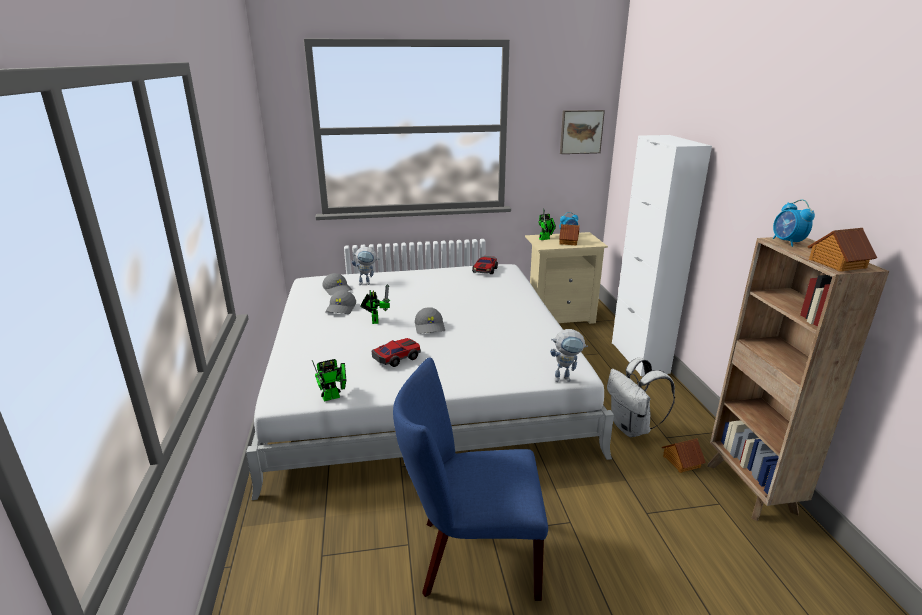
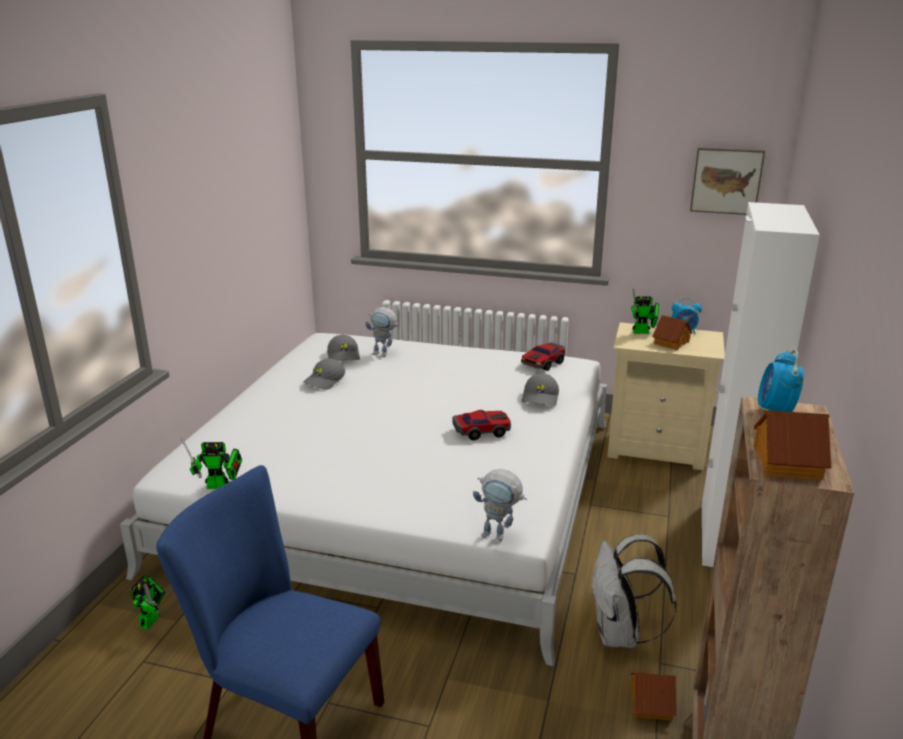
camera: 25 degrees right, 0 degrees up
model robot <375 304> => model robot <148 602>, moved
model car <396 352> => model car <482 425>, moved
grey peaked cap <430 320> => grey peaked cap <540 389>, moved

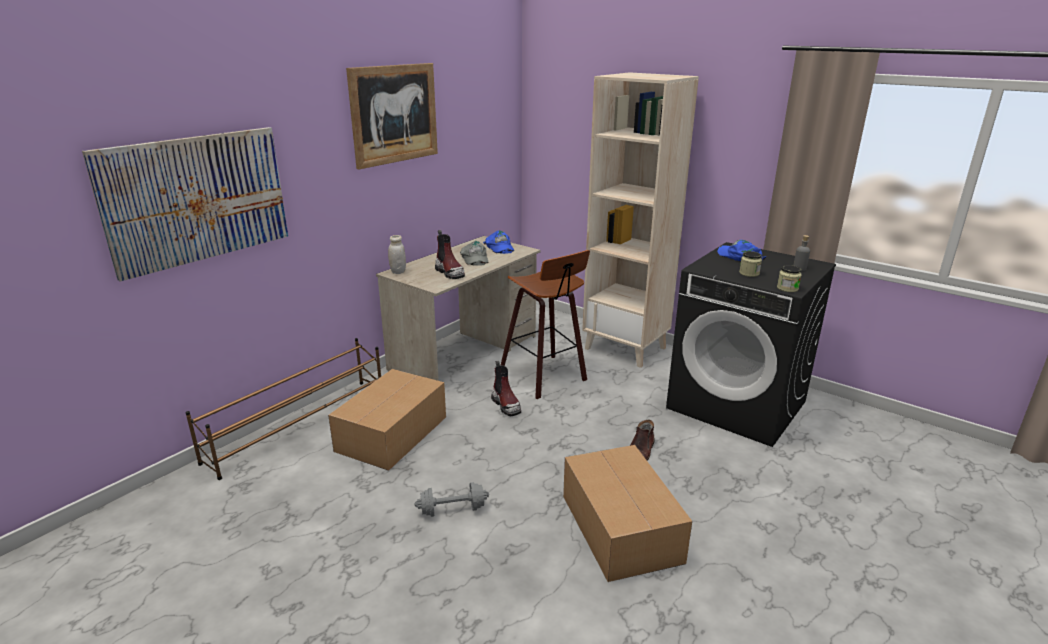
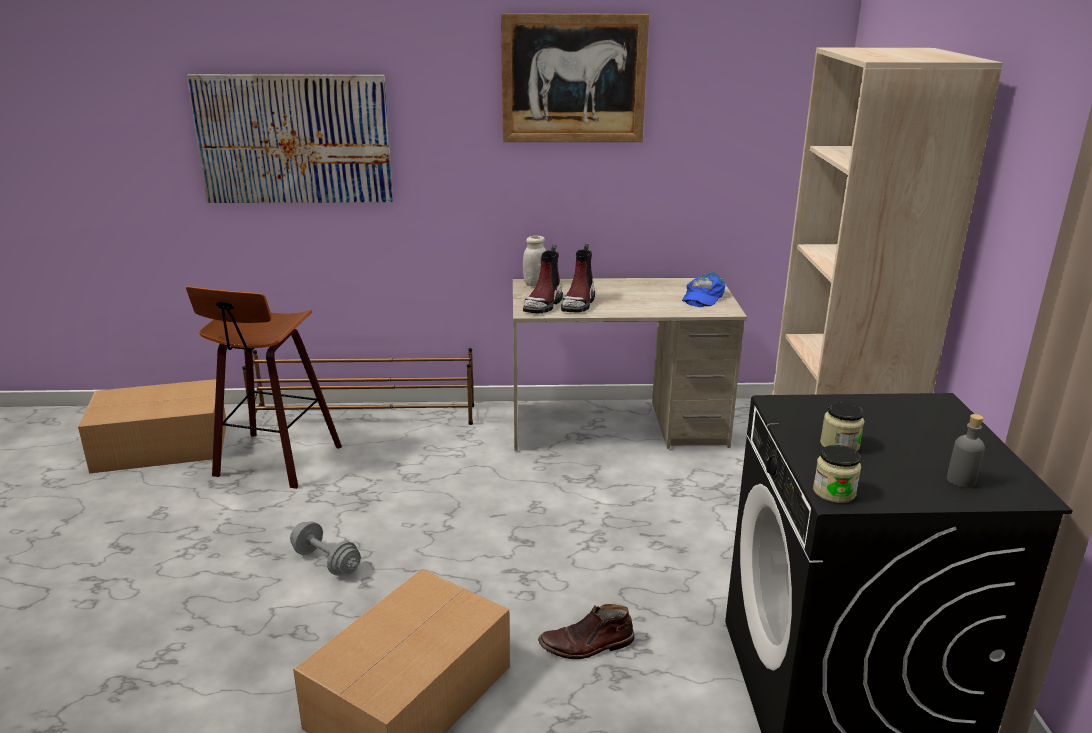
camera: 50 degrees right, 0 degrees up
cardboard box <387 420> => cardboard box <152 426>, moved
grey peaked cap <474 253> => nothing
boot <506 388> => boot <543 278>, moved
stool seat <545 324> => stool seat <264 387>, moved
bluish peaked cap <741 250> => nothing

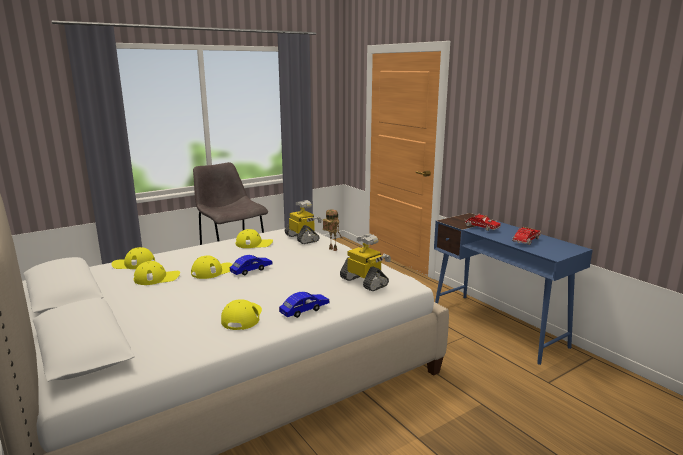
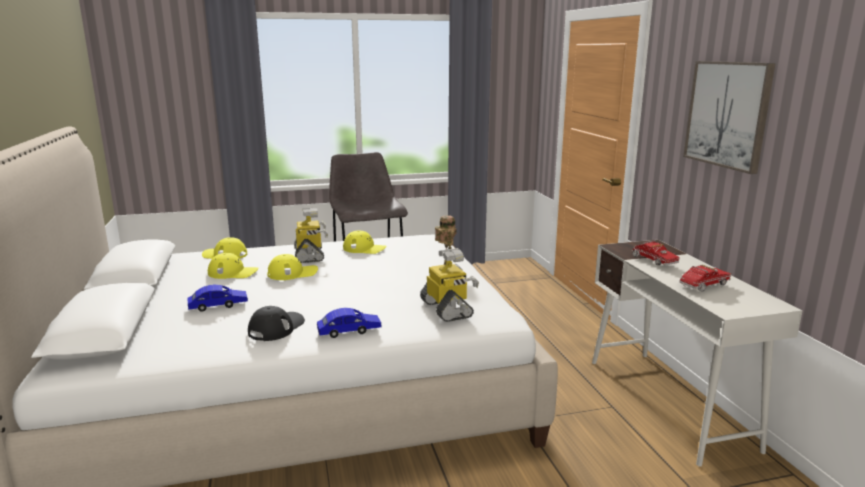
camera: 20 degrees right, 0 degrees up
yellow peaked cap <241 314> => blackish peaked cap <276 323>
bluish model car <251 265> => bluish model car <218 298>, moved
model robot <303 222> => model robot <311 235>, moved
bluish desk <513 289> => white desk <697 353>
nothing => wall picture <729 117>

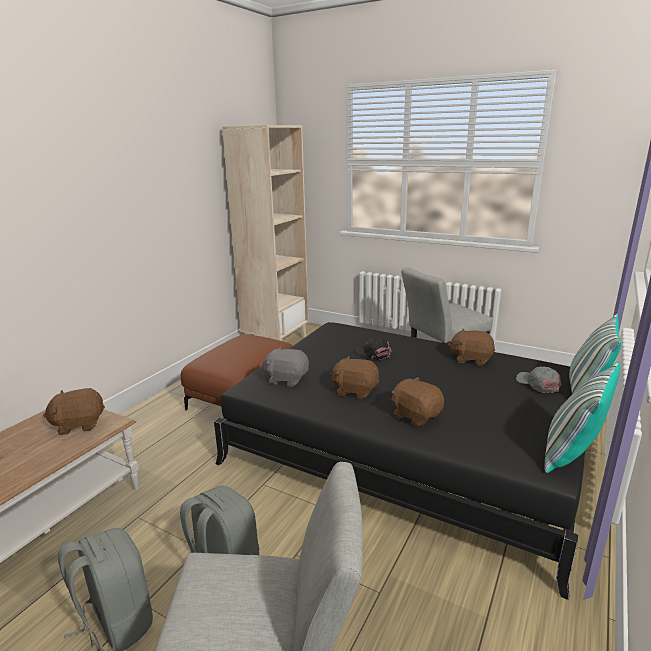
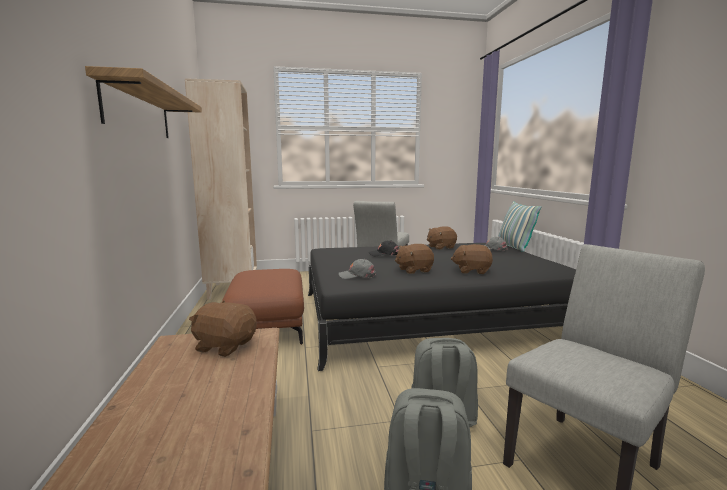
camera: 40 degrees left, 10 degrees down
brown plush toy <74 411> => brown plush toy <223 329>, 75 degrees clockwise
grey plush toy <285 367> => grey peaked cap <357 269>
throw pillow <583 417> => nothing
nothing => wall shelf <143 102>

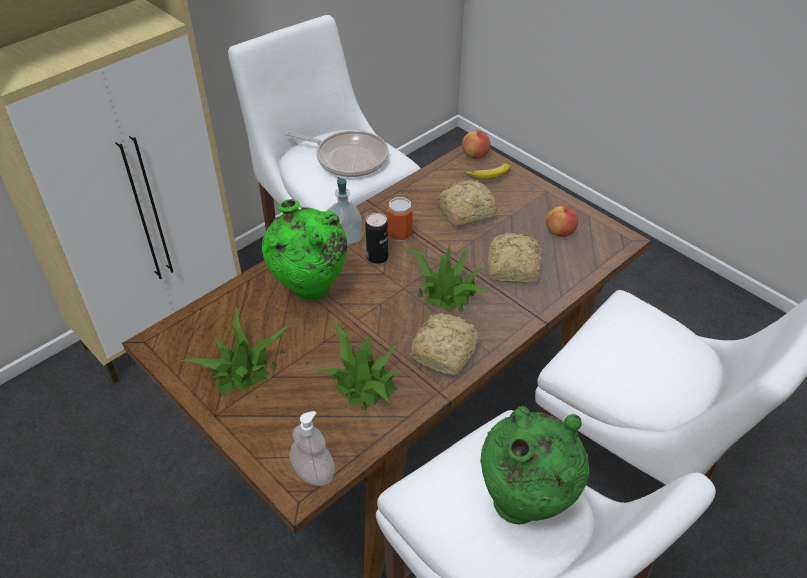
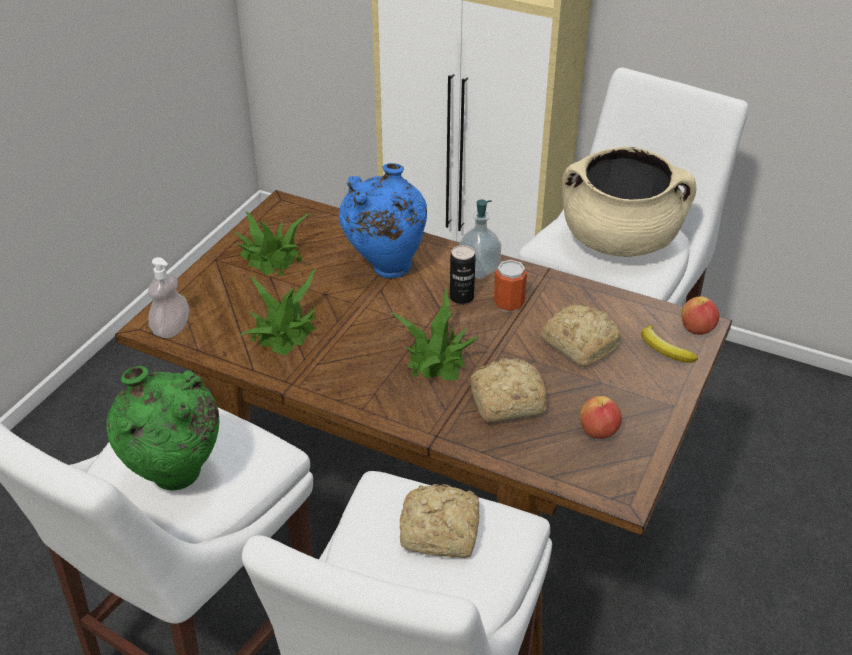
camera: 70 degrees right, 5 degrees down
greenish vase <304 250> => bluish vase <383 220>
skillet <337 153> => beige stockpot <629 202>
bread <445 344> => bread <439 521>, moved

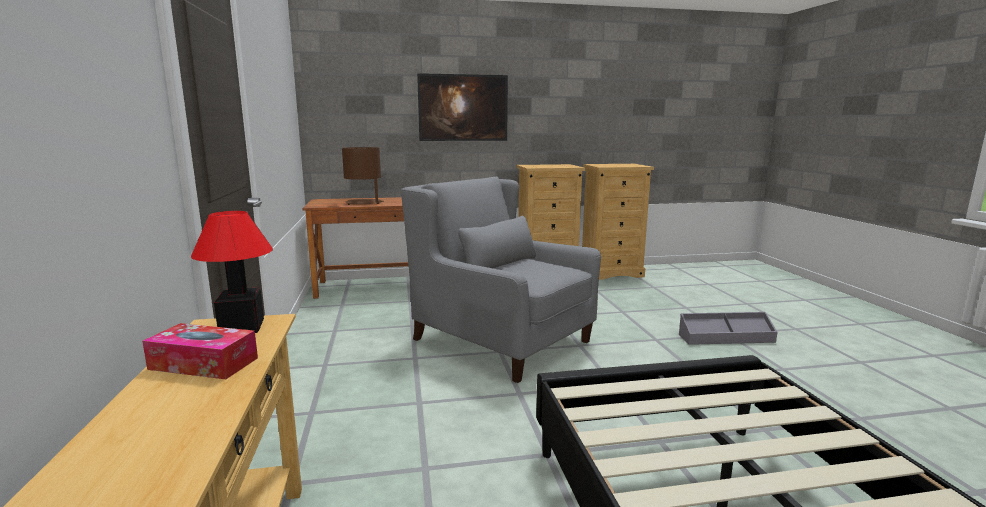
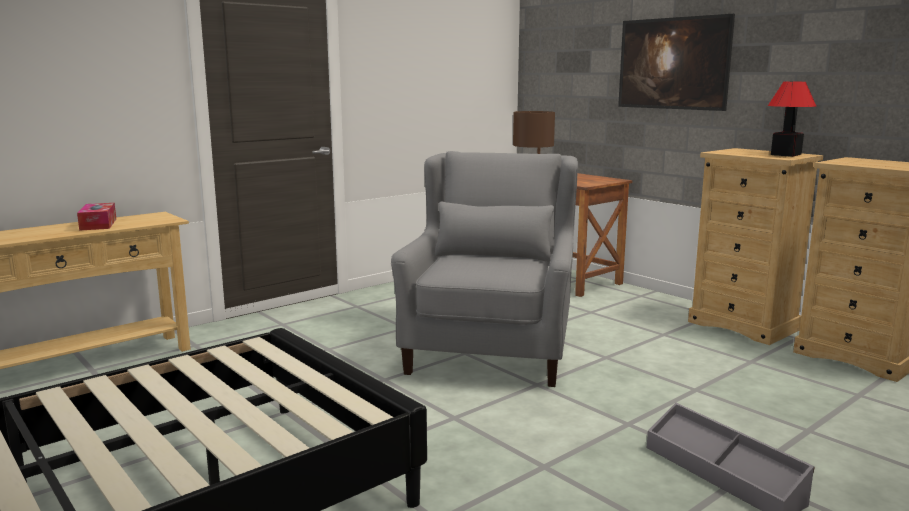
camera: 60 degrees right, 0 degrees up
tabletop lamp <232 272> => tabletop lamp <792 119>, moved

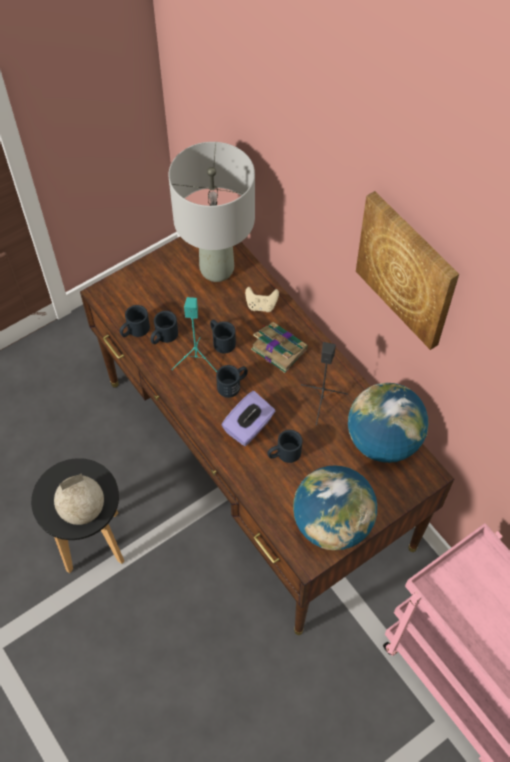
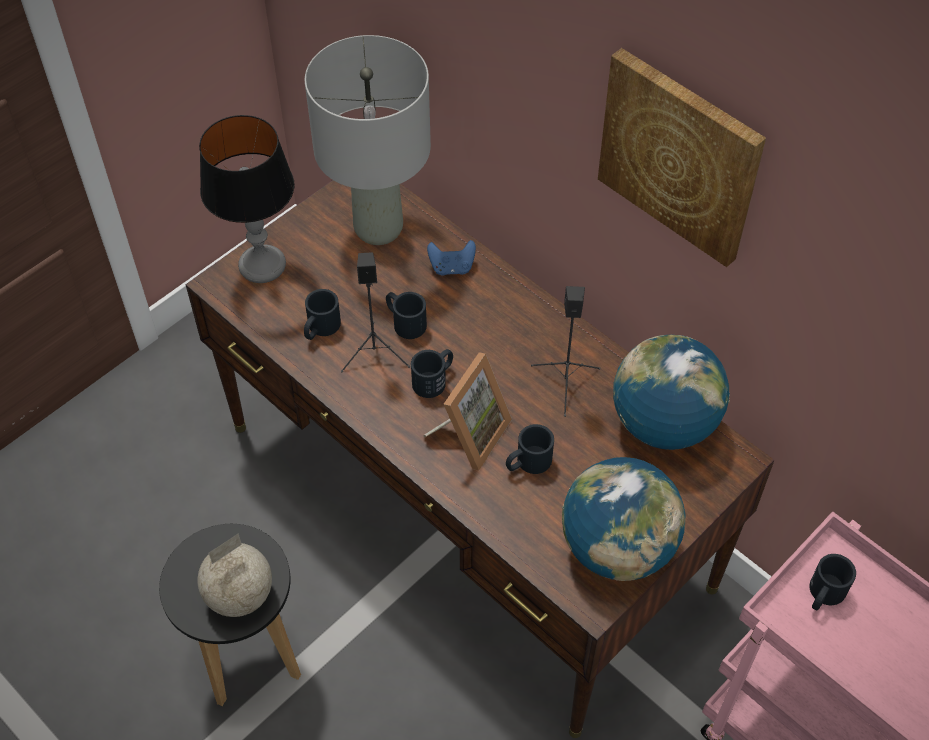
camera: 10 degrees left, 5 degrees down
blackish tea mug <135 321> => blackish tea mug <832 582>, moved
turquoise-coloured speaker <194 334> => blackish speaker <375 312>
purple box of tissues <248 418> => photo frame <467 411>
beige gamepad <262 299> => bluish gamepad <451 258>
book <279 347> => nothing
nothing => tabletop lamp <247 199>

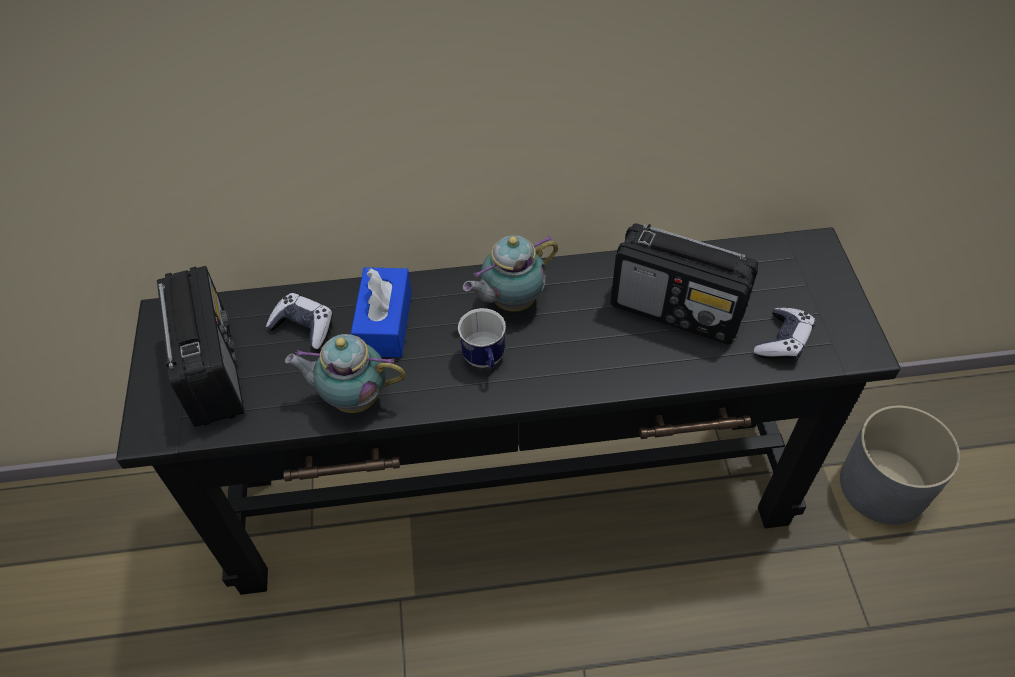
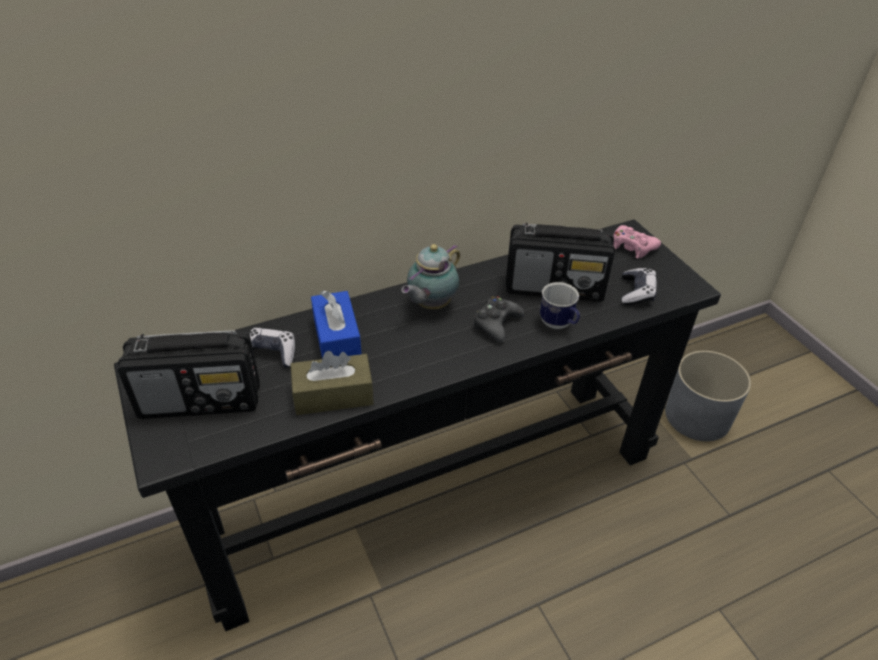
camera: 20 degrees left, 10 degrees down
radio <201 346> => radio <189 374>, 120 degrees clockwise
teapot <345 373> => brown box of tissues <332 383>
tea mug <482 338> => tea mug <560 305>, moved
nothing => blackish gamepad <498 319>
nothing => pink gamepad <637 242>

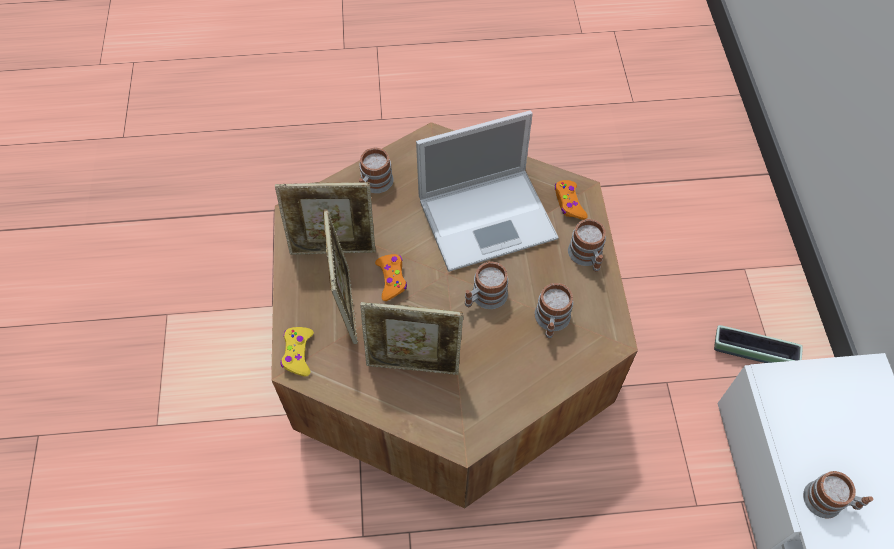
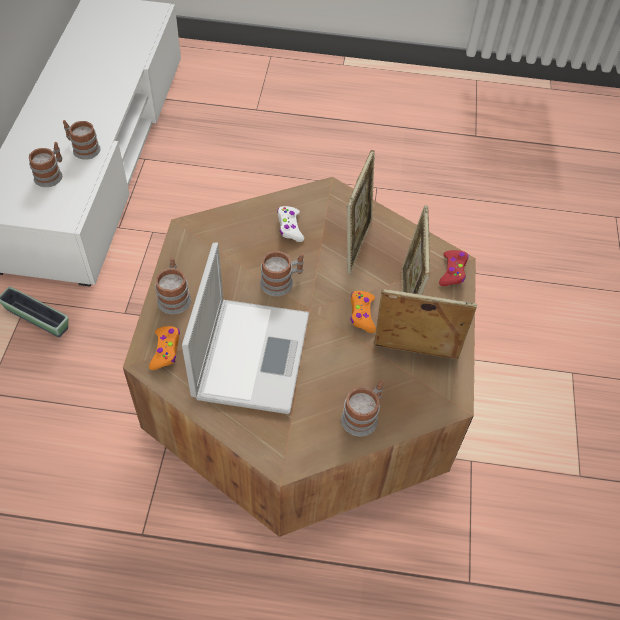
camera: 170 degrees left, 5 degrees down
yellow gamepad <297 352> => red gamepad <454 268>
photo frame <411 338> => photo frame <361 212>, 90 degrees clockwise
portable computer <487 191> => portable computer <245 328>, 105 degrees clockwise
tea mug <554 310> => tea mug <45 164>, moved
nothing => white gamepad <290 224>

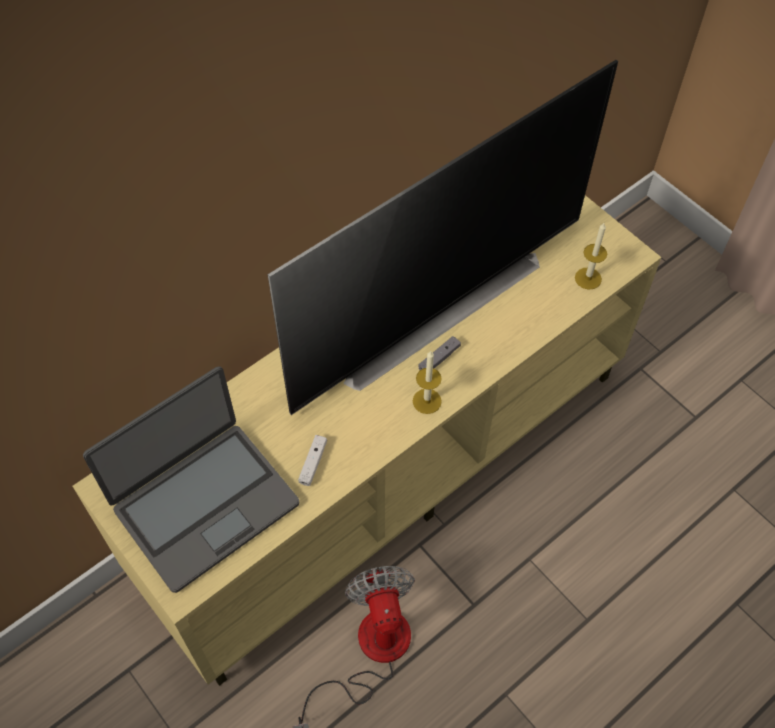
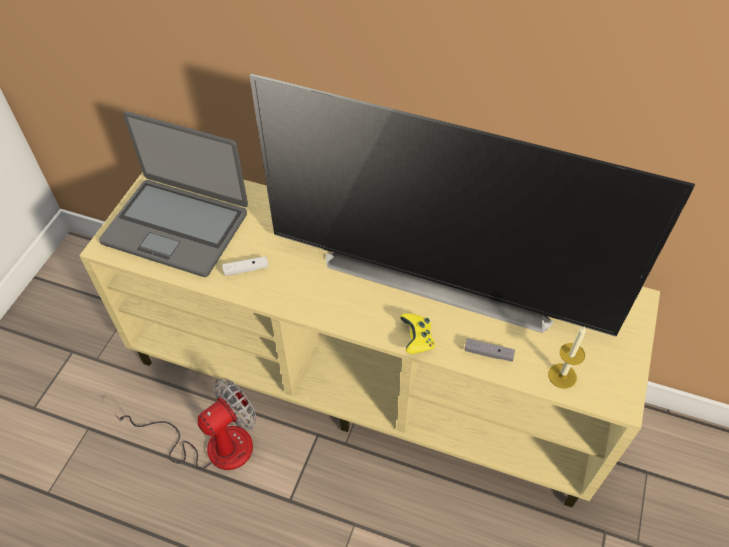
camera: 60 degrees right, 5 degrees down
candle <427 382> => nothing
grey gamepad <439 353> => grey gamepad <490 350>, moved
nothing => yellow gamepad <417 333>

